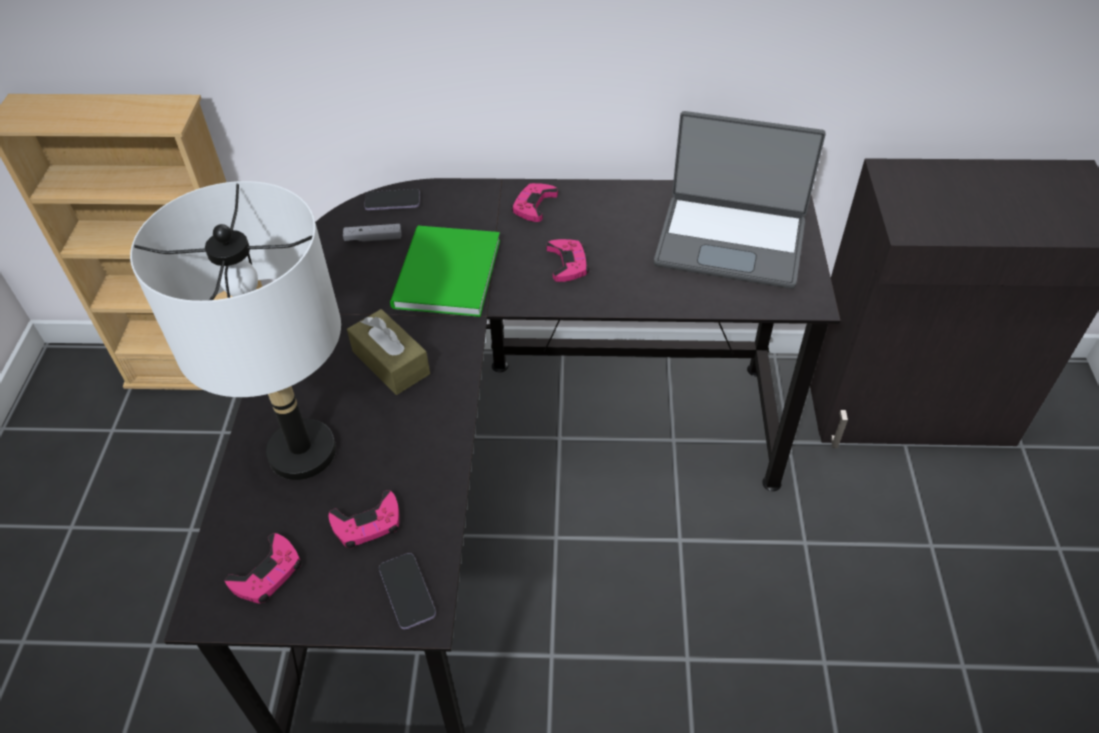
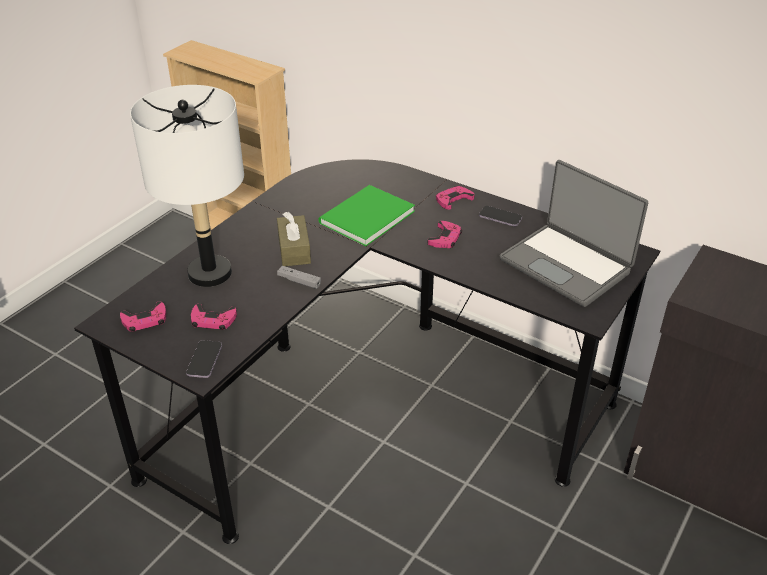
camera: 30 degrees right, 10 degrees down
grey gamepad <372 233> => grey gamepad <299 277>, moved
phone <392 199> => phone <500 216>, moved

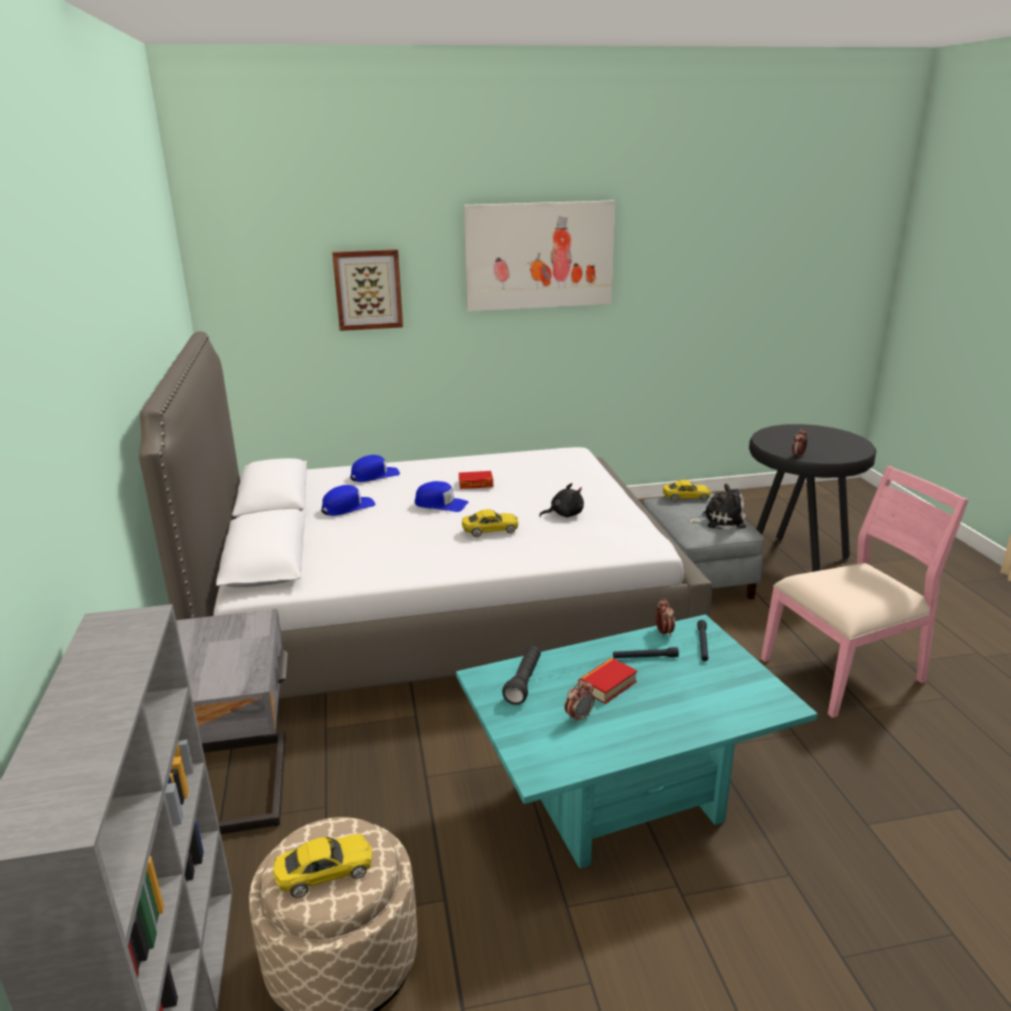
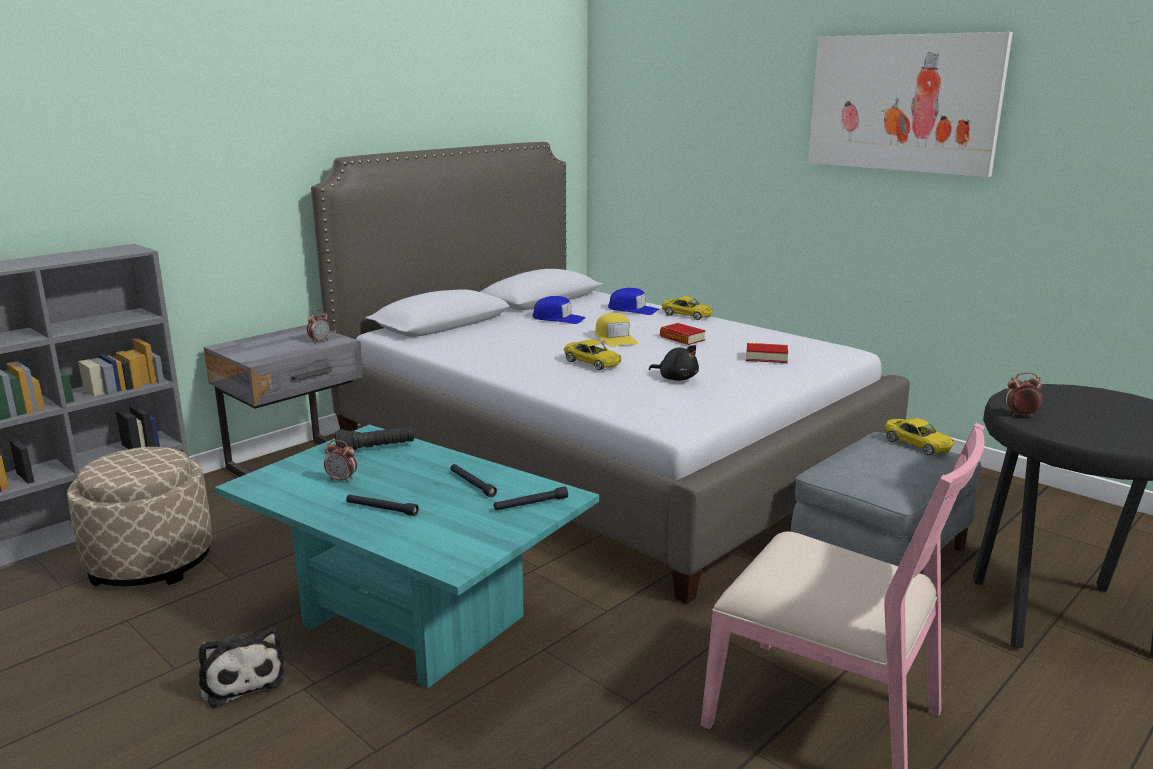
camera: 55 degrees right, 5 degrees down
yellow model car <322 866> => yellow model car <687 308>, moved
wall picture <367 290> => nothing
bluish peaked cap <442 496> => yellow peaked cap <616 330>
book <607 681> => book <767 353>, moved
table clock <665 618> => table clock <319 326>, moved
plush toy <716 507> => plush toy <241 667>, moved
nothing => blackish hand torch <382 505>

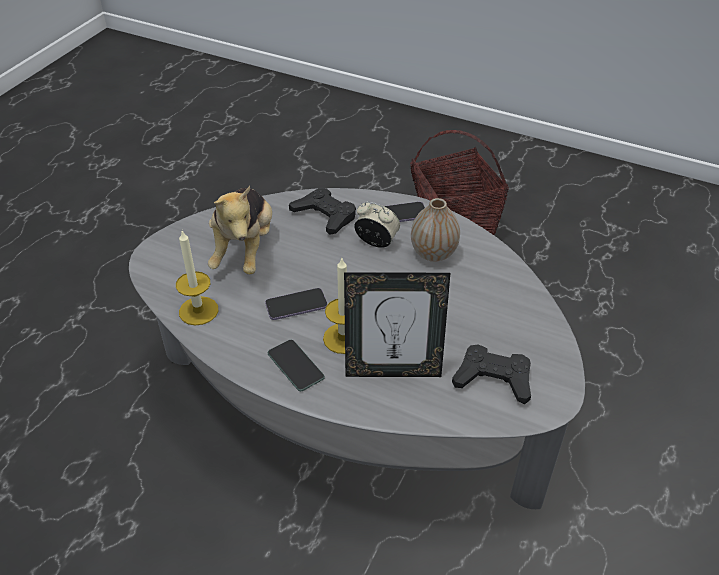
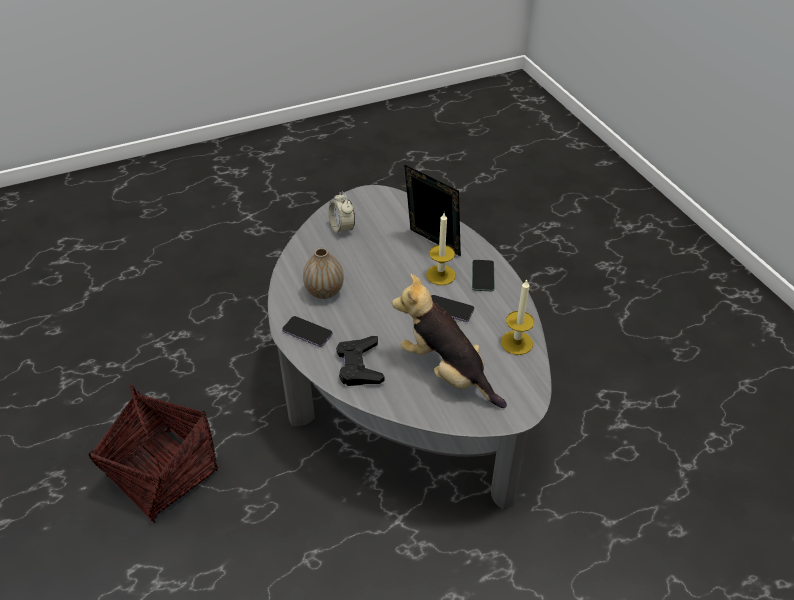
camera: 140 degrees left, 0 degrees up
plush toy <240 230> => plush toy <449 341>, 90 degrees counterclockwise
table clock <377 225> => table clock <341 213>, moved
blackish gamepad <491 374> => nothing

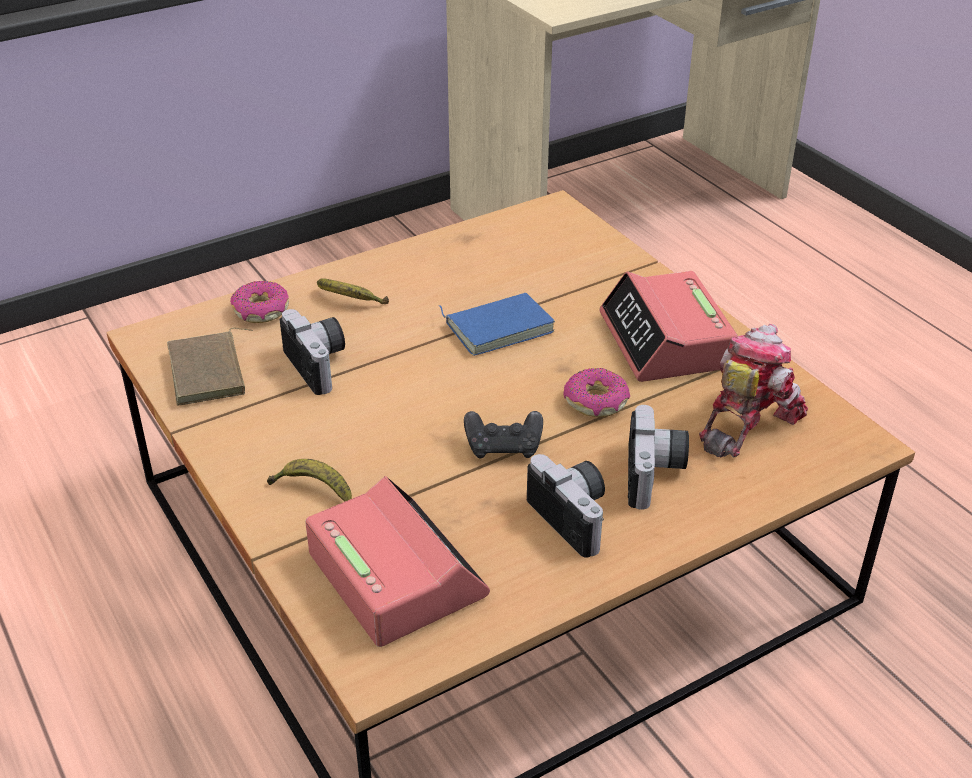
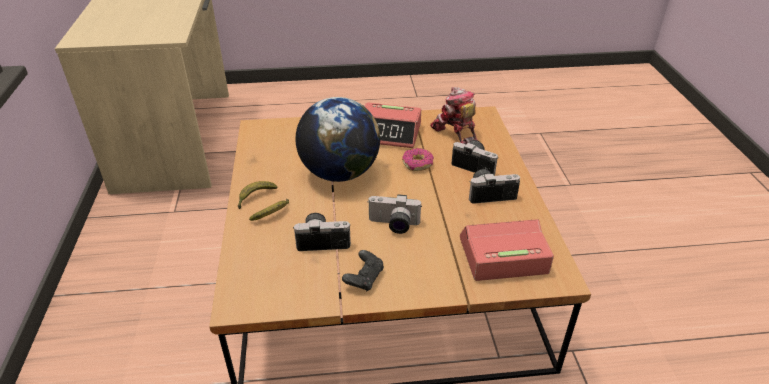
camera: 65 degrees left, 0 degrees up
brown book <210 367> => nothing
ring doughnut <259 302> => nothing
banana <309 480> => banana <257 195>, moved
bluish book <497 324> => globe <337 139>
blackish gamepad <503 434> => blackish gamepad <363 270>, moved
nothing => still camera <394 214>

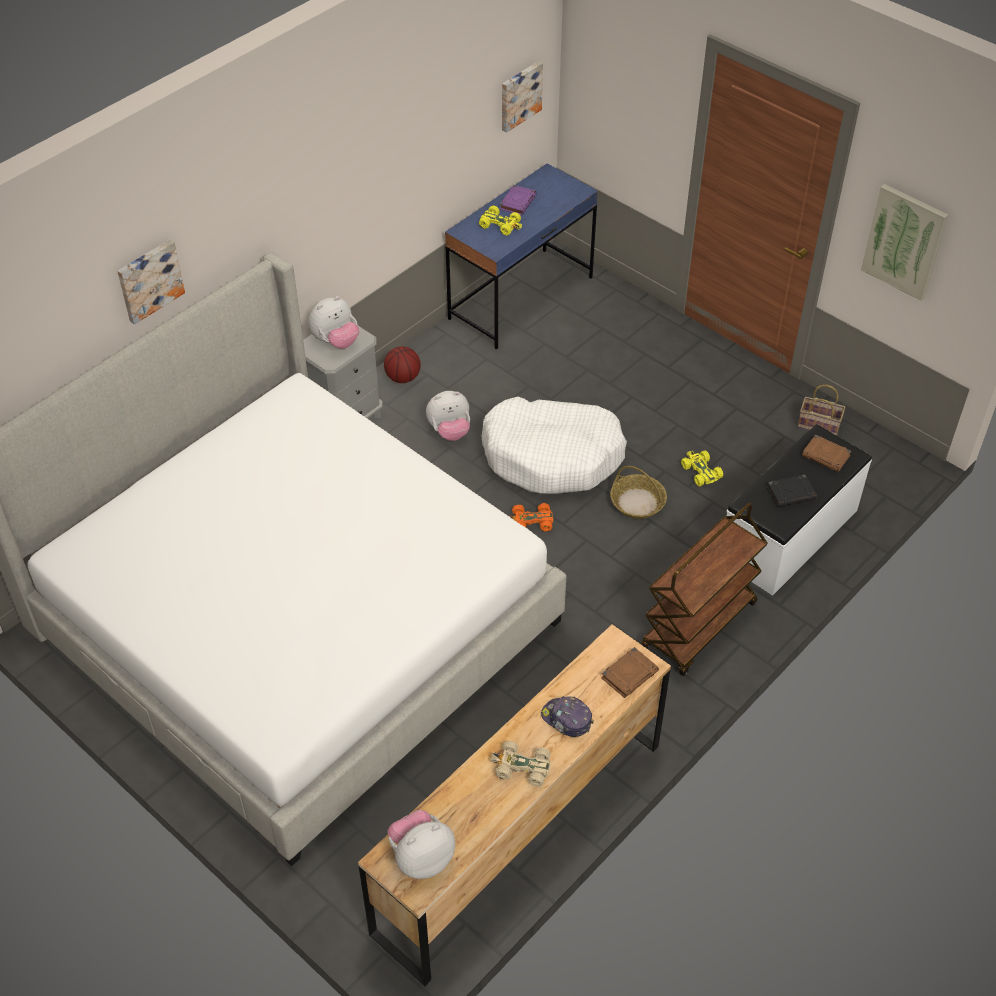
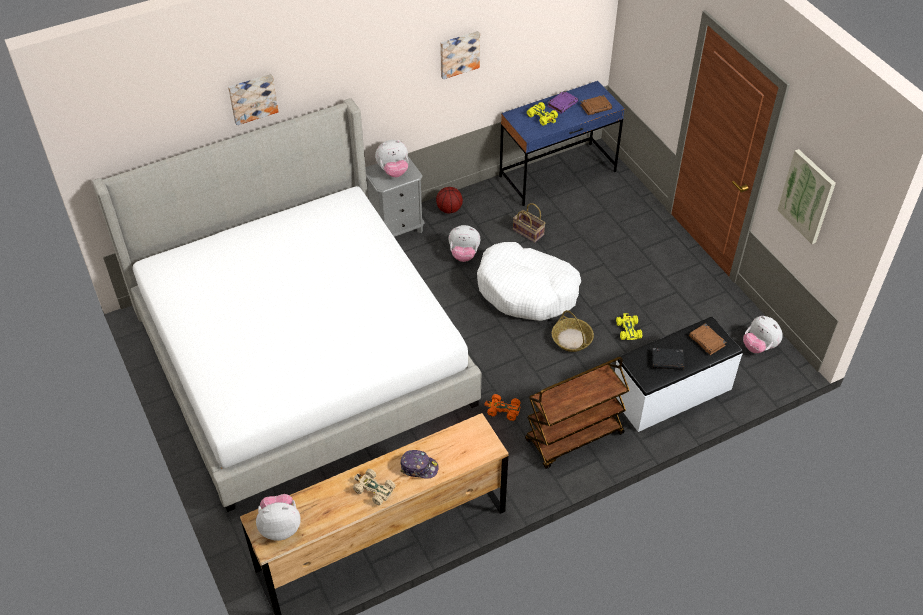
camera: 20 degrees right, 0 degrees up
wall picture <522 97> => wall picture <460 55>, moved
orange-coloured model car <531 517> => orange-coloured model car <503 407>, moved
peaked cap <567 716> => peaked cap <419 464>, 135 degrees clockwise
brown book <630 672> => brown book <596 105>, moved
household basket <821 410> => household basket <529 223>, moved
nothing => plush toy <763 334>

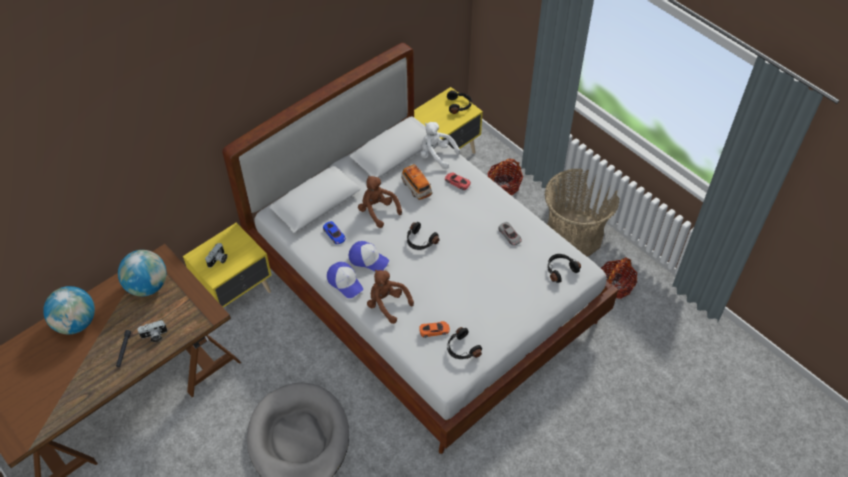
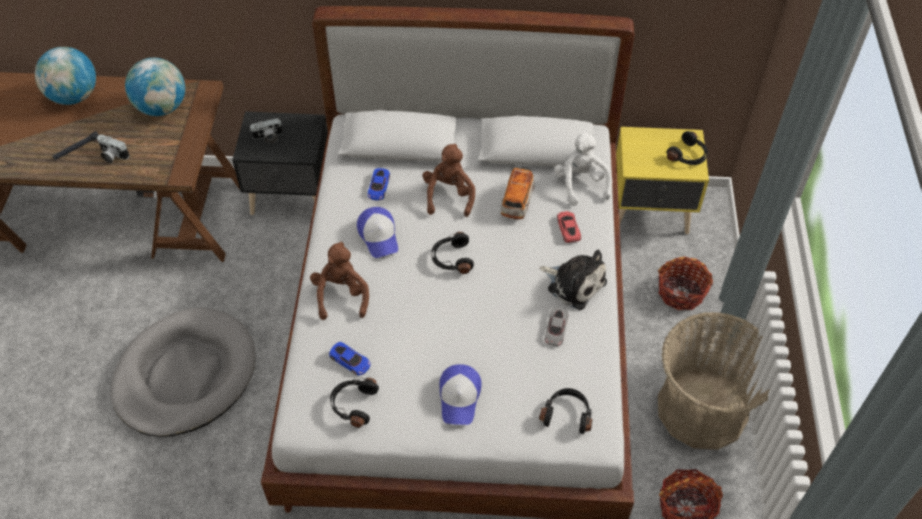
camera: 45 degrees right, 0 degrees up
yellow night table <227 273> => blackish night table <280 163>
peaked cap <345 280> => peaked cap <461 394>, moved
orange-coloured model car <434 329> => bluish model car <350 358>
nothing => plush toy <573 280>

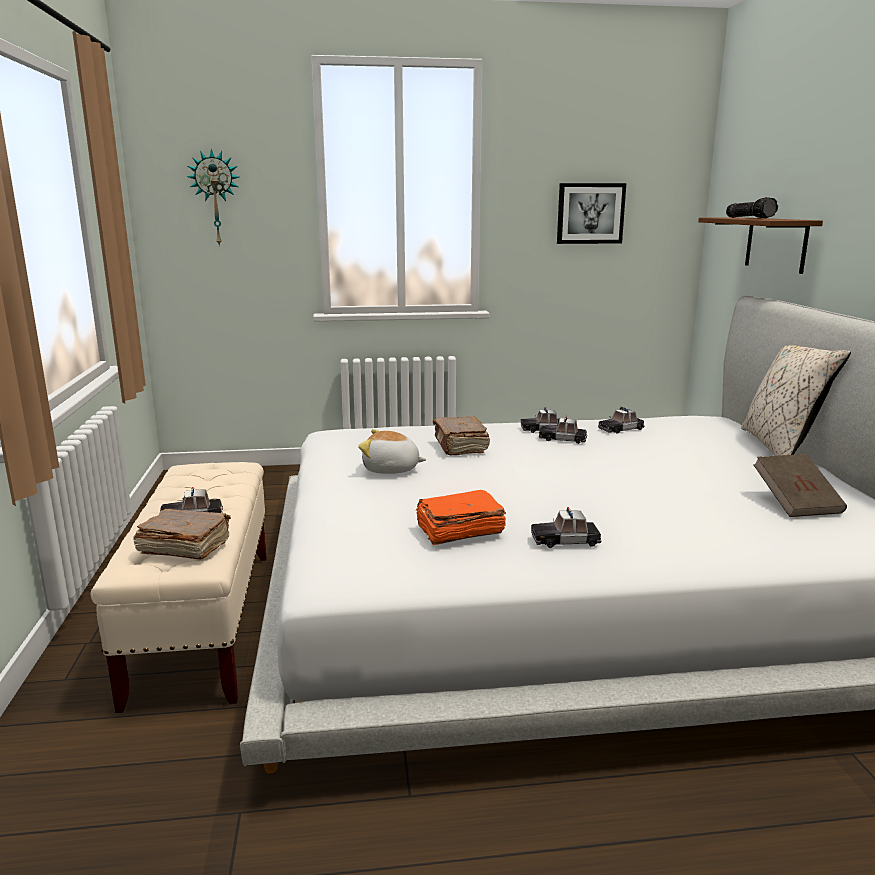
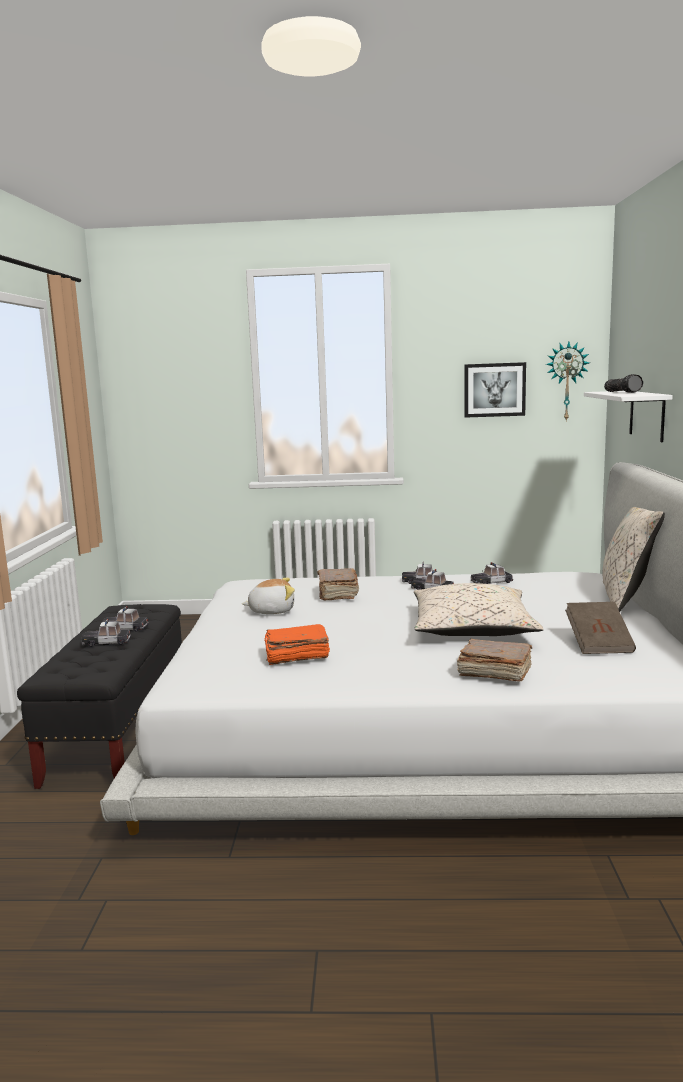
camera: 10 degrees right, 5 degrees down
beige indoor bench <179 587> => blackish indoor bench <99 696>
brown book <182 534> => brown book <494 660>, moved
wall clock <213 198> => wall clock <568 382>, moved
plush toy <392 451> => plush toy <268 595>, 150 degrees clockwise
model car <566 527> => model car <125 618>, moved
brown wall shelf <760 245> => white wall shelf <628 416>
nothing => beige throw pillow <478 609>

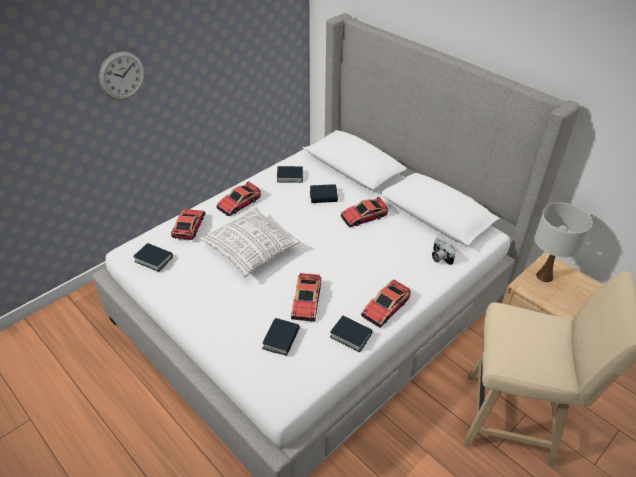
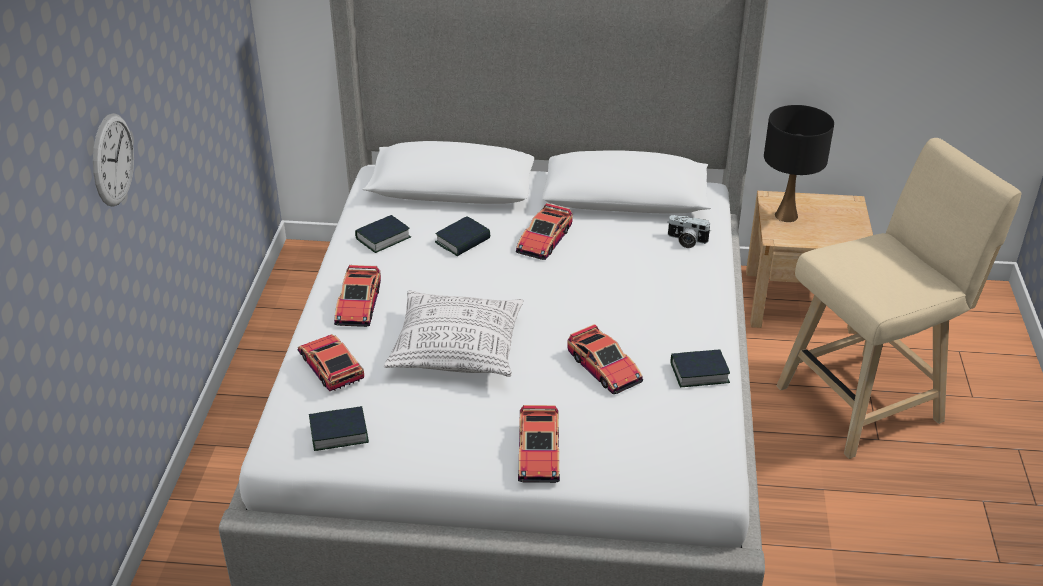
camera: 40 degrees left, 5 degrees down
book <281 337> => nothing
model car <386 303> => model car <539 444>, moved
white tabletop lamp <563 242> => blackish tabletop lamp <799 163>

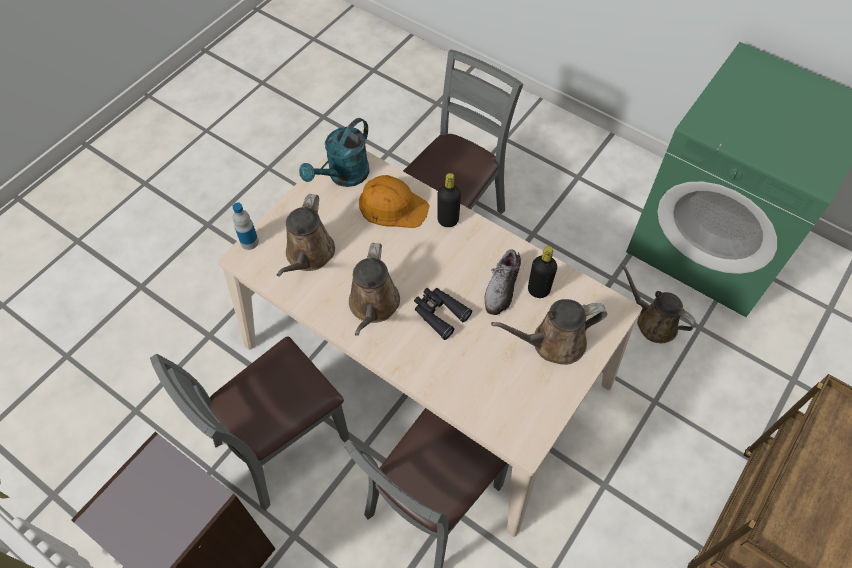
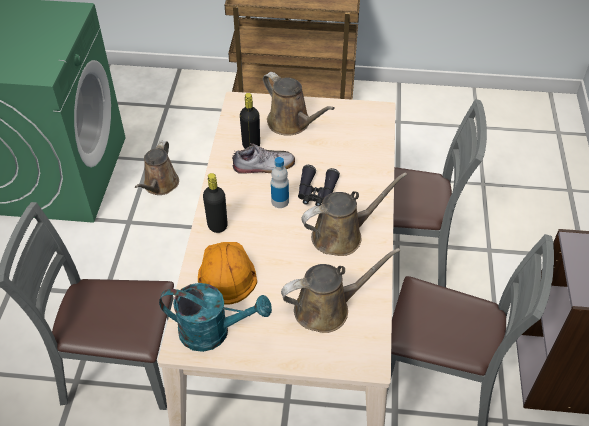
camera: 120 degrees left, 10 degrees down
beverage bottle <245 226> => beverage bottle <280 182>, moved

